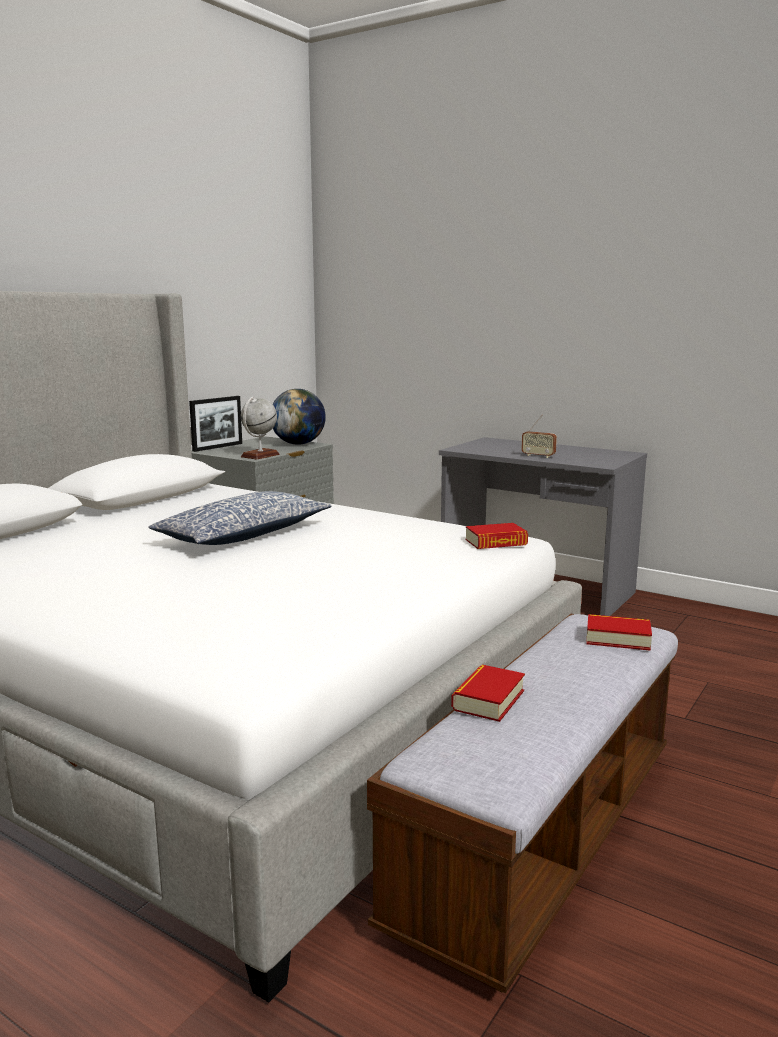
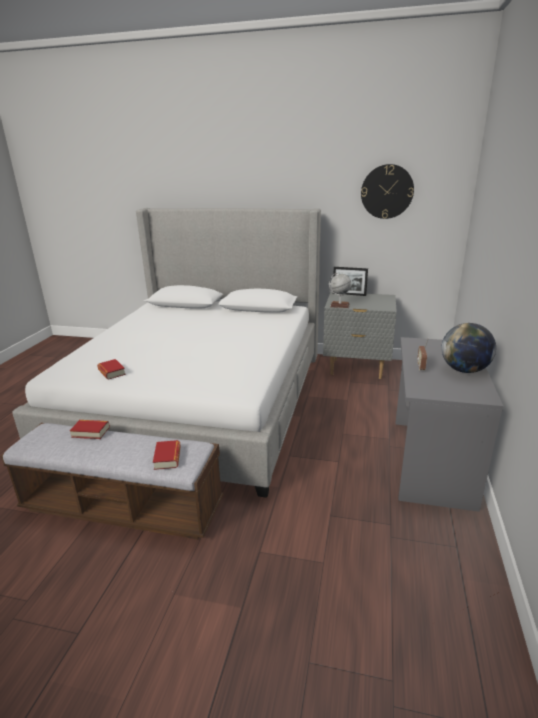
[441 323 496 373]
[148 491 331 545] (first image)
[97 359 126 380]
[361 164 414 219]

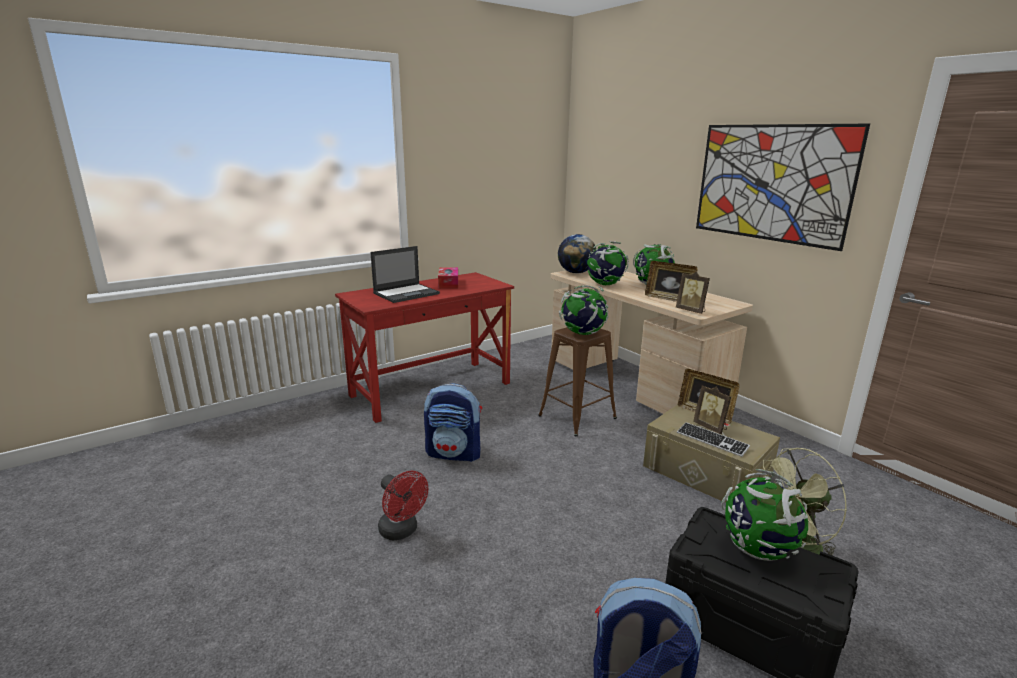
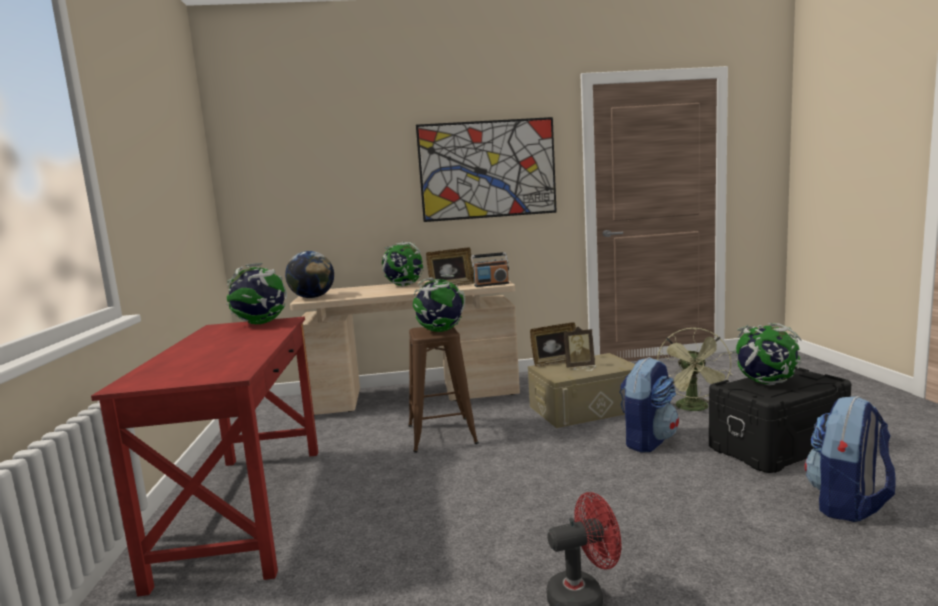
[226 263 287 324]
[370 246 440 303] (first image)
[438 267 458 289] (first image)
[471 252 509 287]
[619 357 679 453]
[677 422 750 457] (first image)

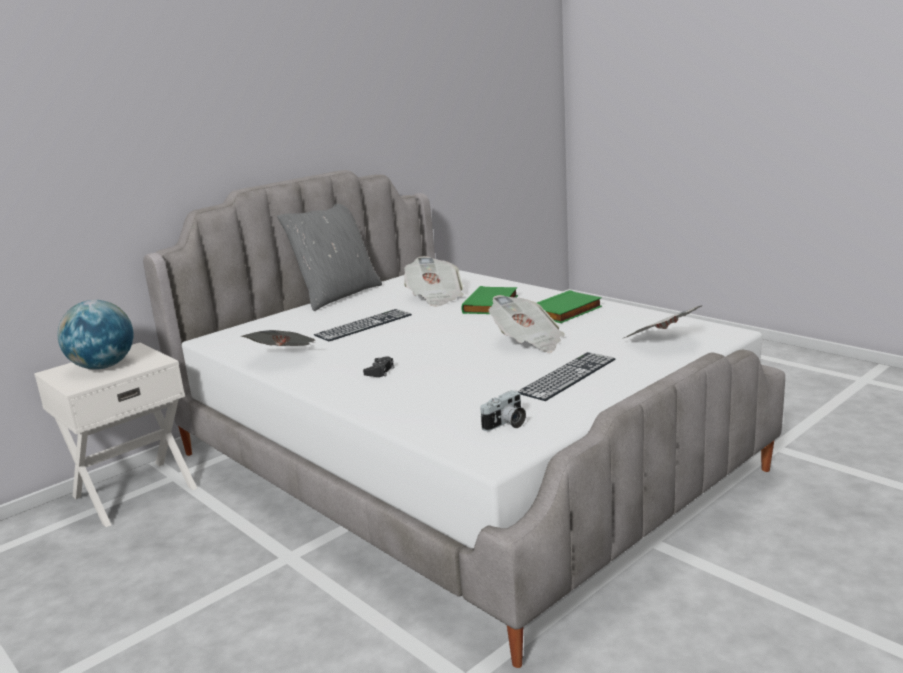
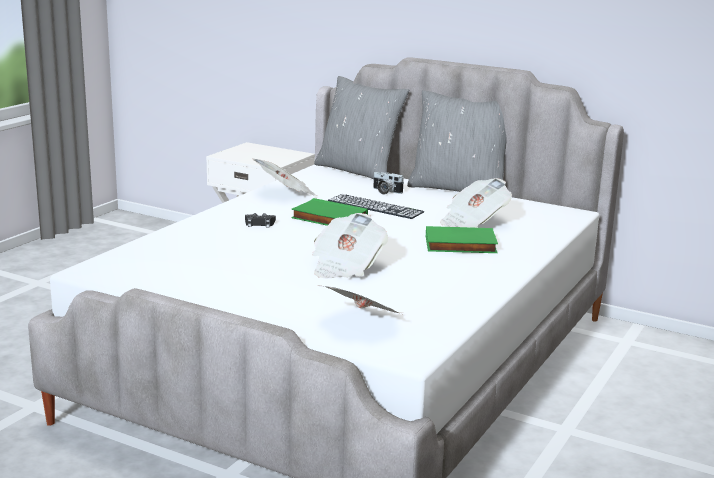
[291 198 368 226]
[57 300 133 370] (first image)
[518 352 615 401] (first image)
[373 172 404 195]
[314 76 409 179]

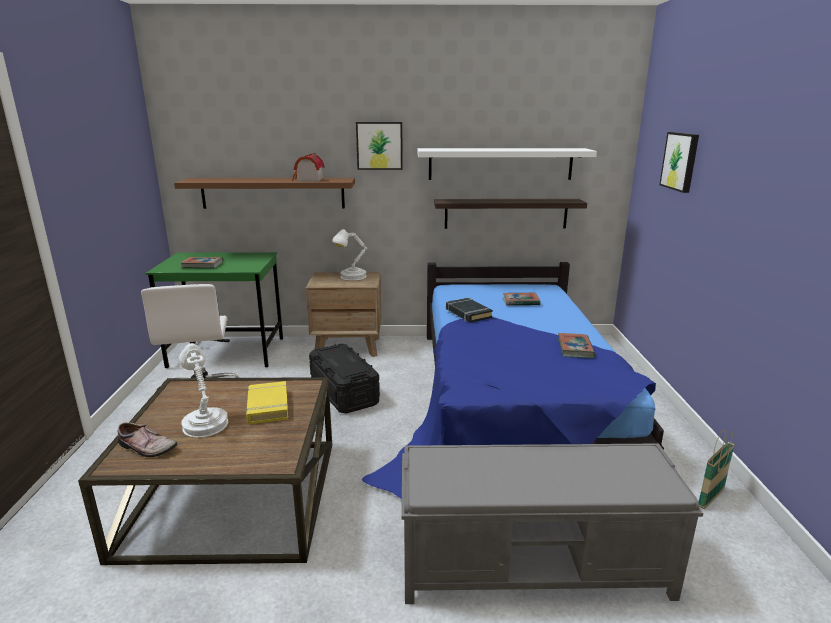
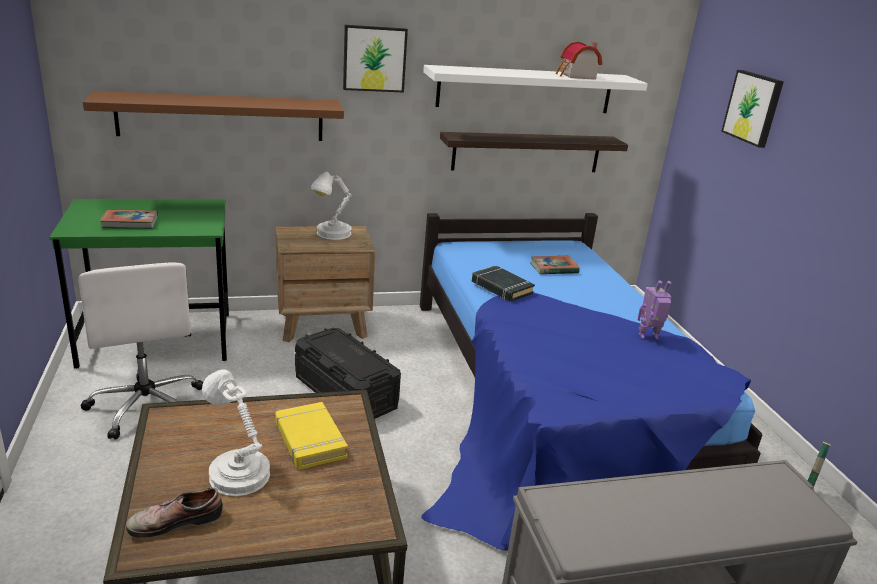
[556 42 602 80]
[638 281 671 339]
[126 487 223 538]

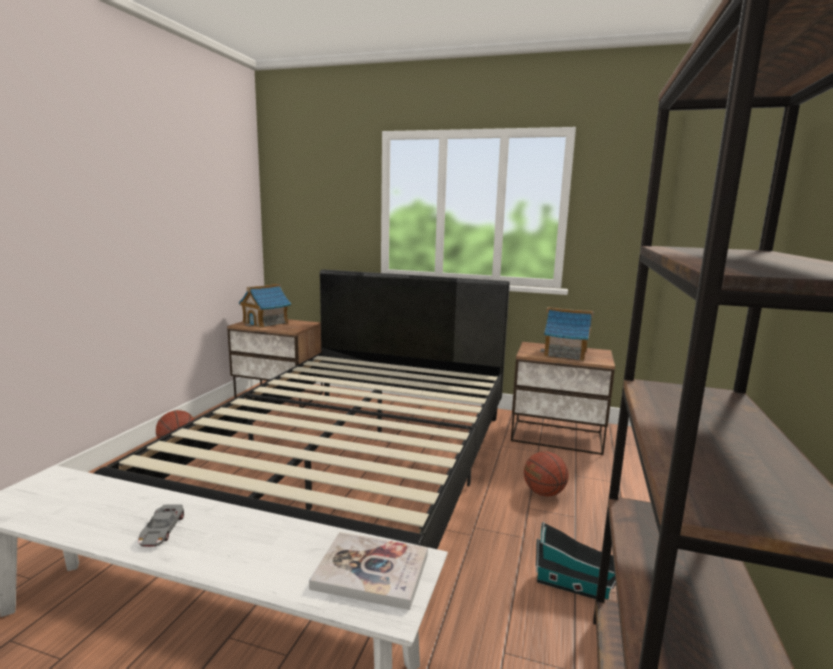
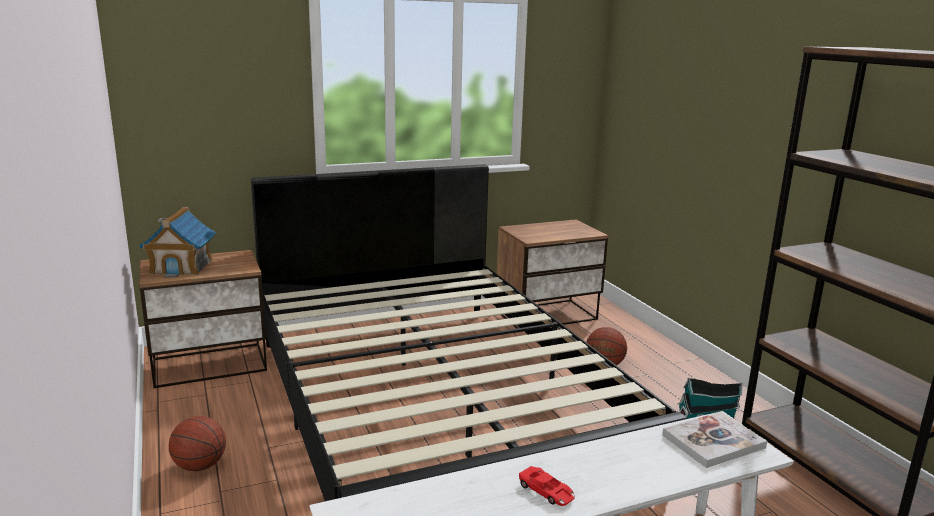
[540 307 594 361] (first image)
[519 466 575 506]

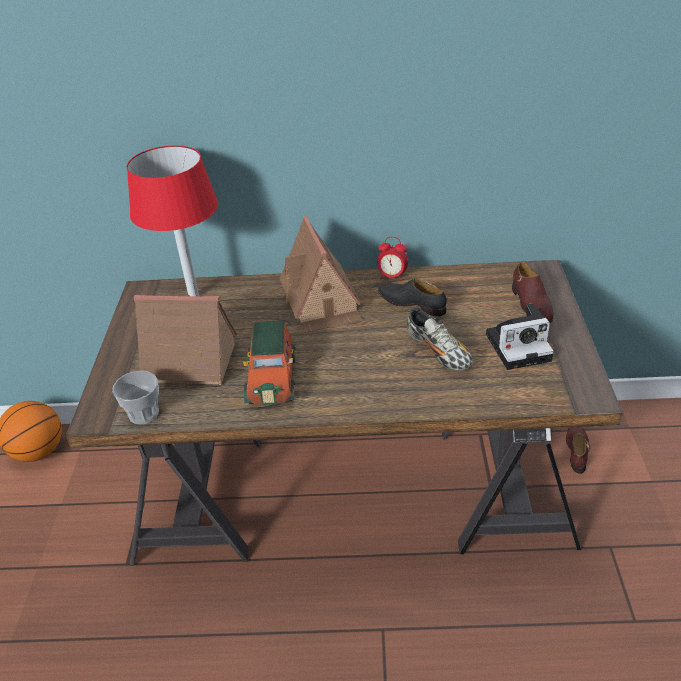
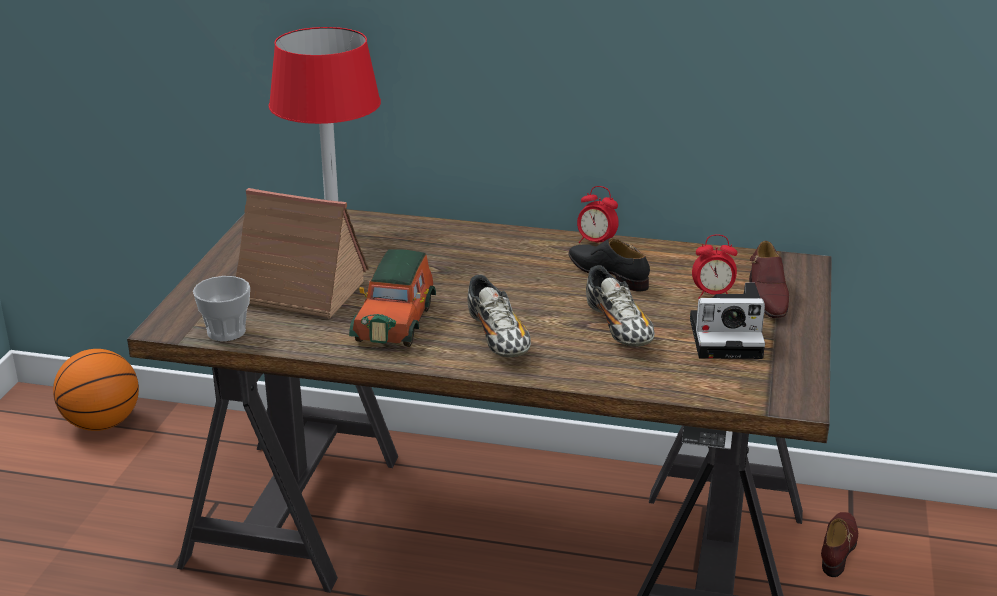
[279 215 362 333] (first image)
[692 234 737 299]
[468 275 531 358]

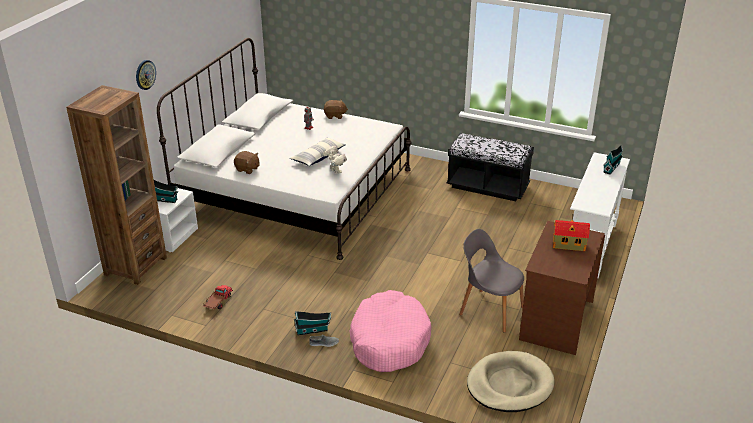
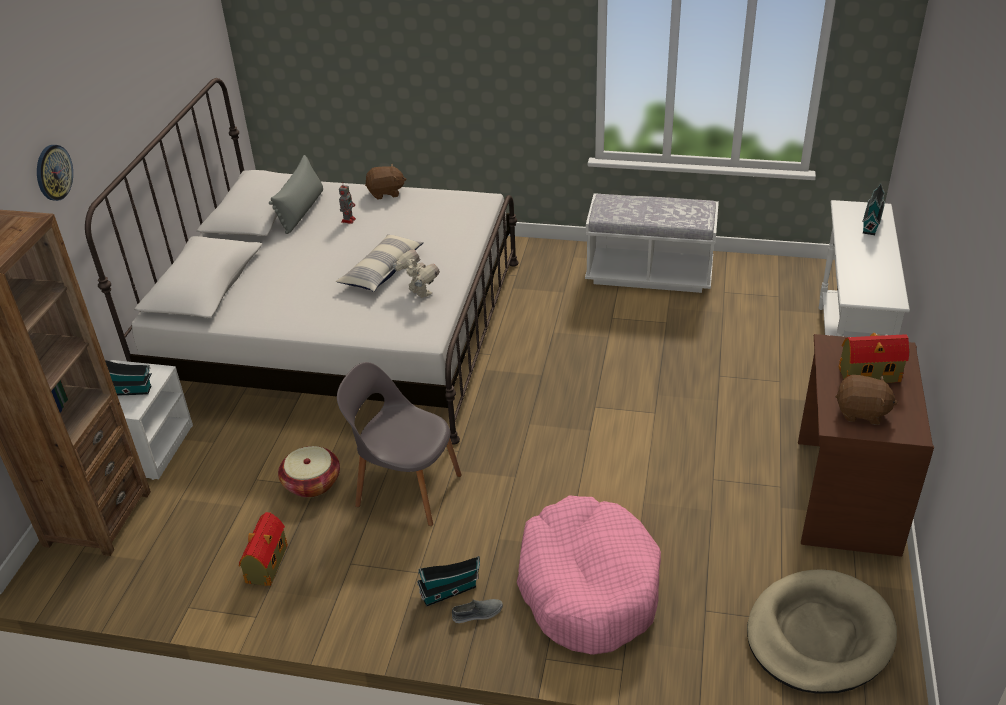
[585 193 719 293]
[835 375 898 425]
[337 362 462 526]
[239 512 288 586]
[269 155 323 234]
[278 446 340 498]

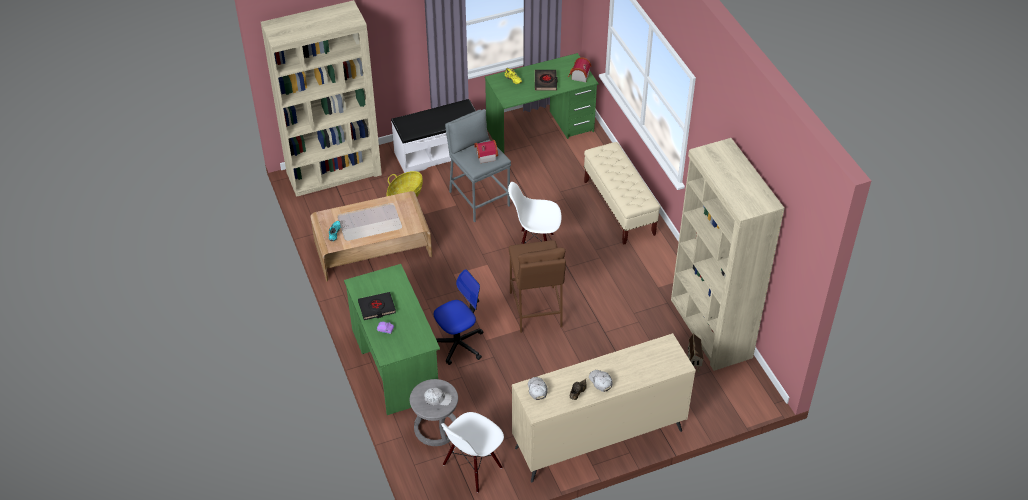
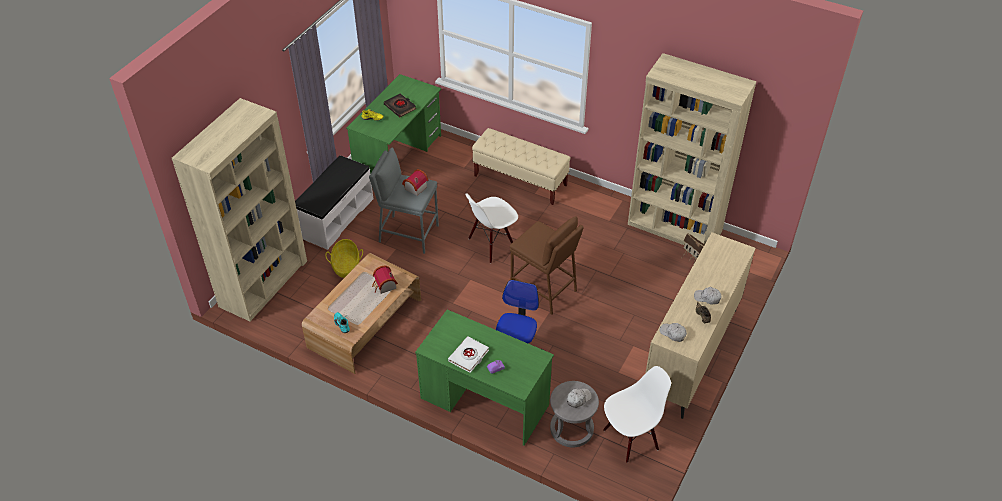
[372 265 398 294]
[448 336 489 373]
[603 366 671 463]

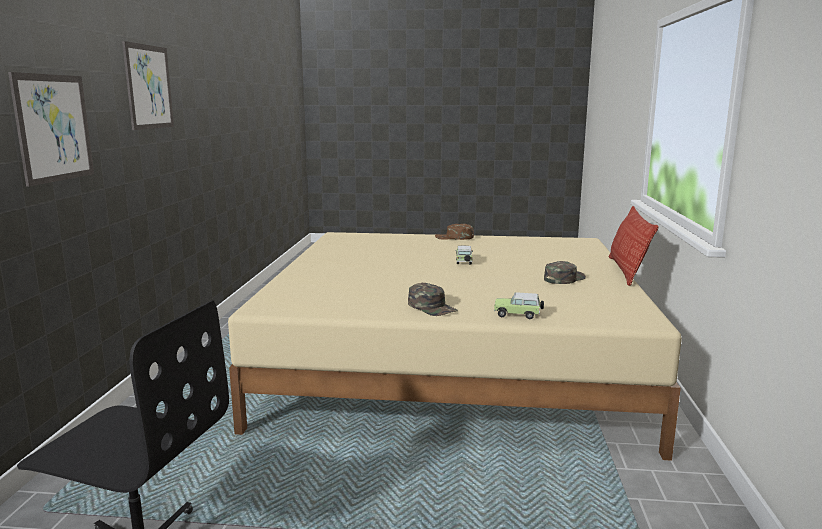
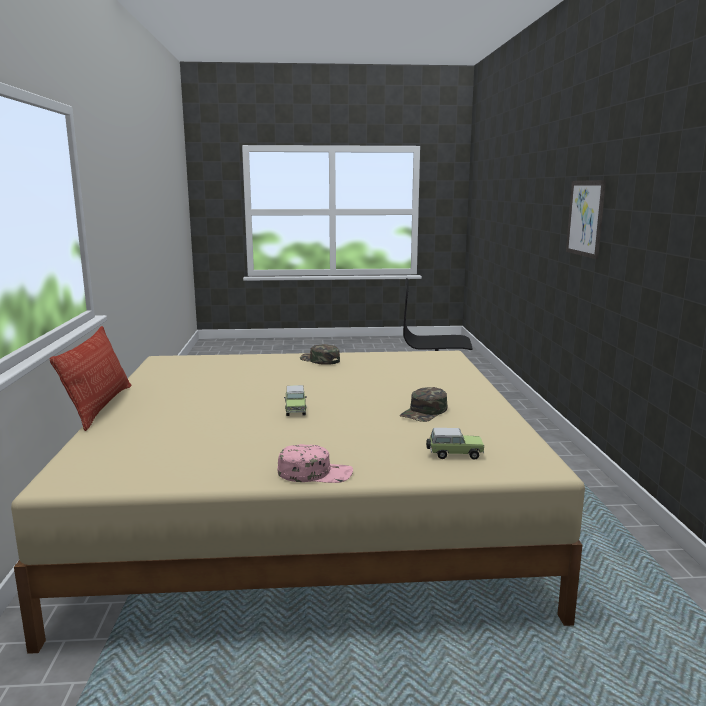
[122 41 174 130] (first image)
[277 444 353 483]
[400 387 447 422]
[426 428 484 460]

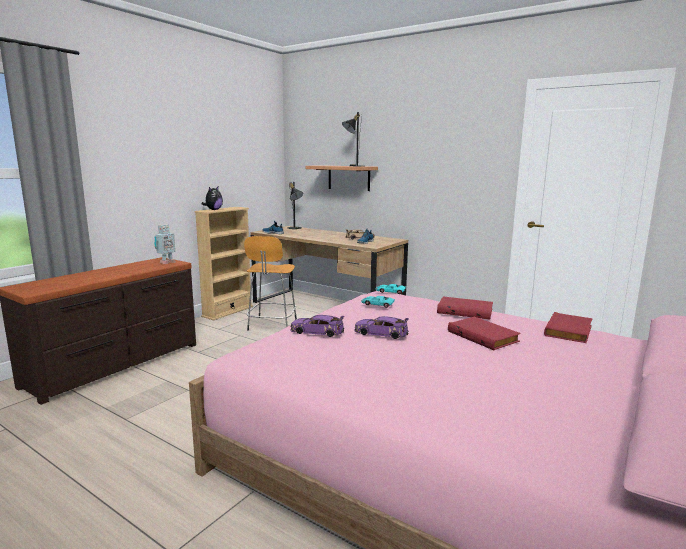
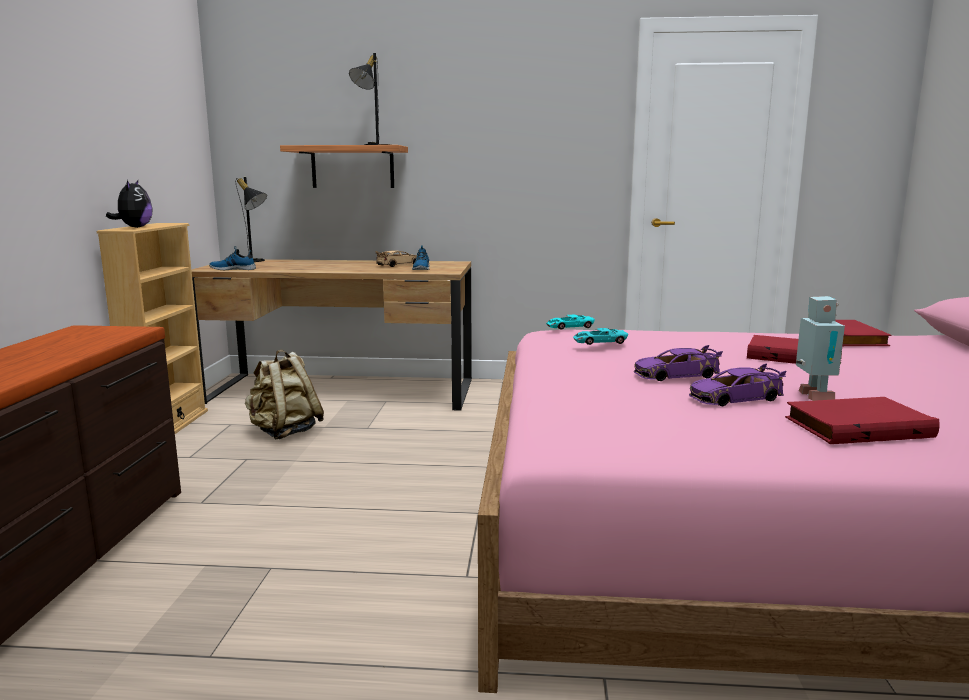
[796 296 845 401]
[245 350 324 440]
[785 397 940 444]
[689 363 787 406]

